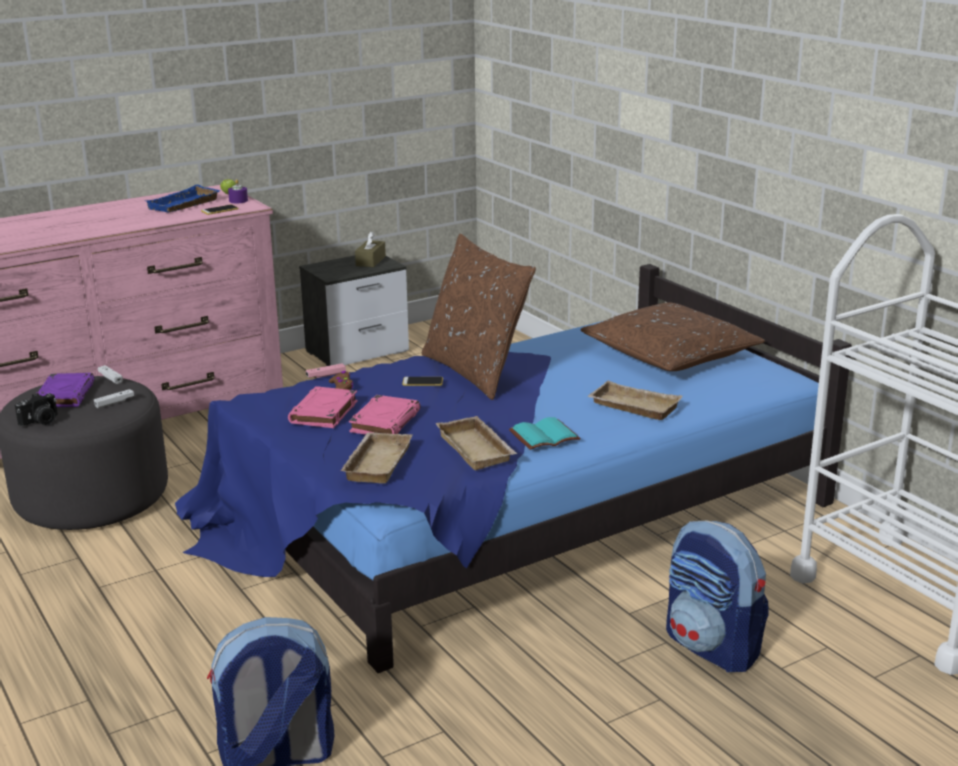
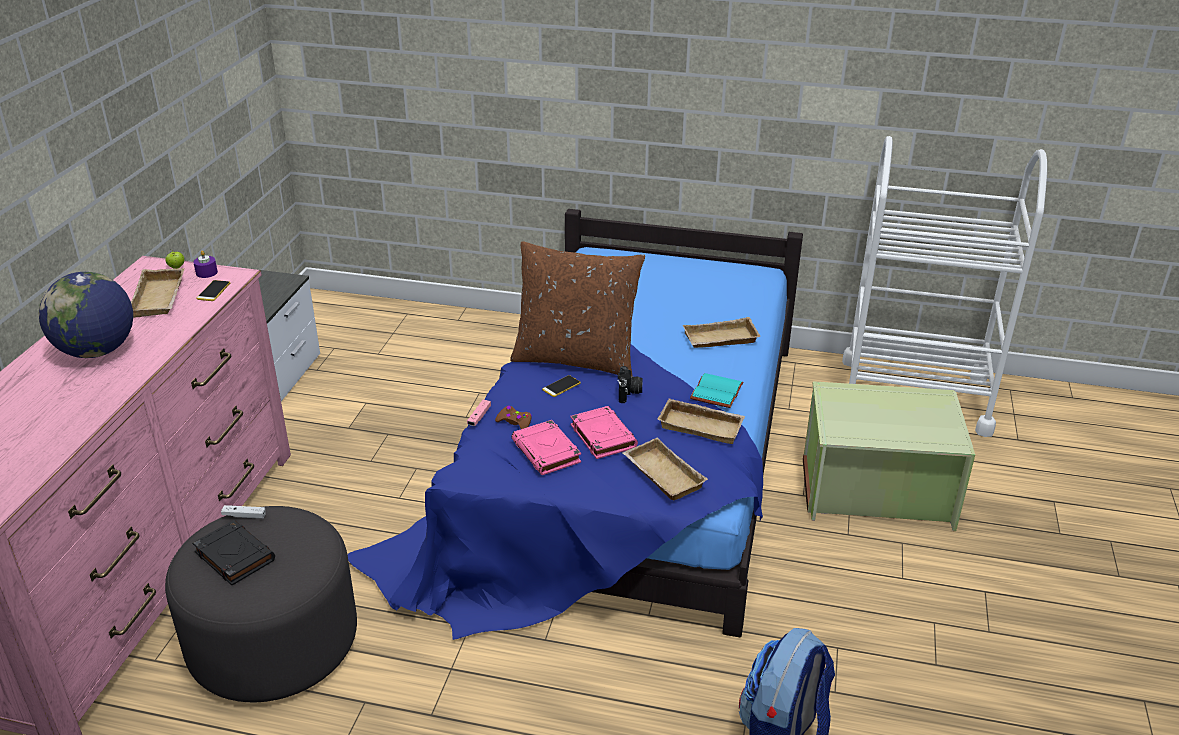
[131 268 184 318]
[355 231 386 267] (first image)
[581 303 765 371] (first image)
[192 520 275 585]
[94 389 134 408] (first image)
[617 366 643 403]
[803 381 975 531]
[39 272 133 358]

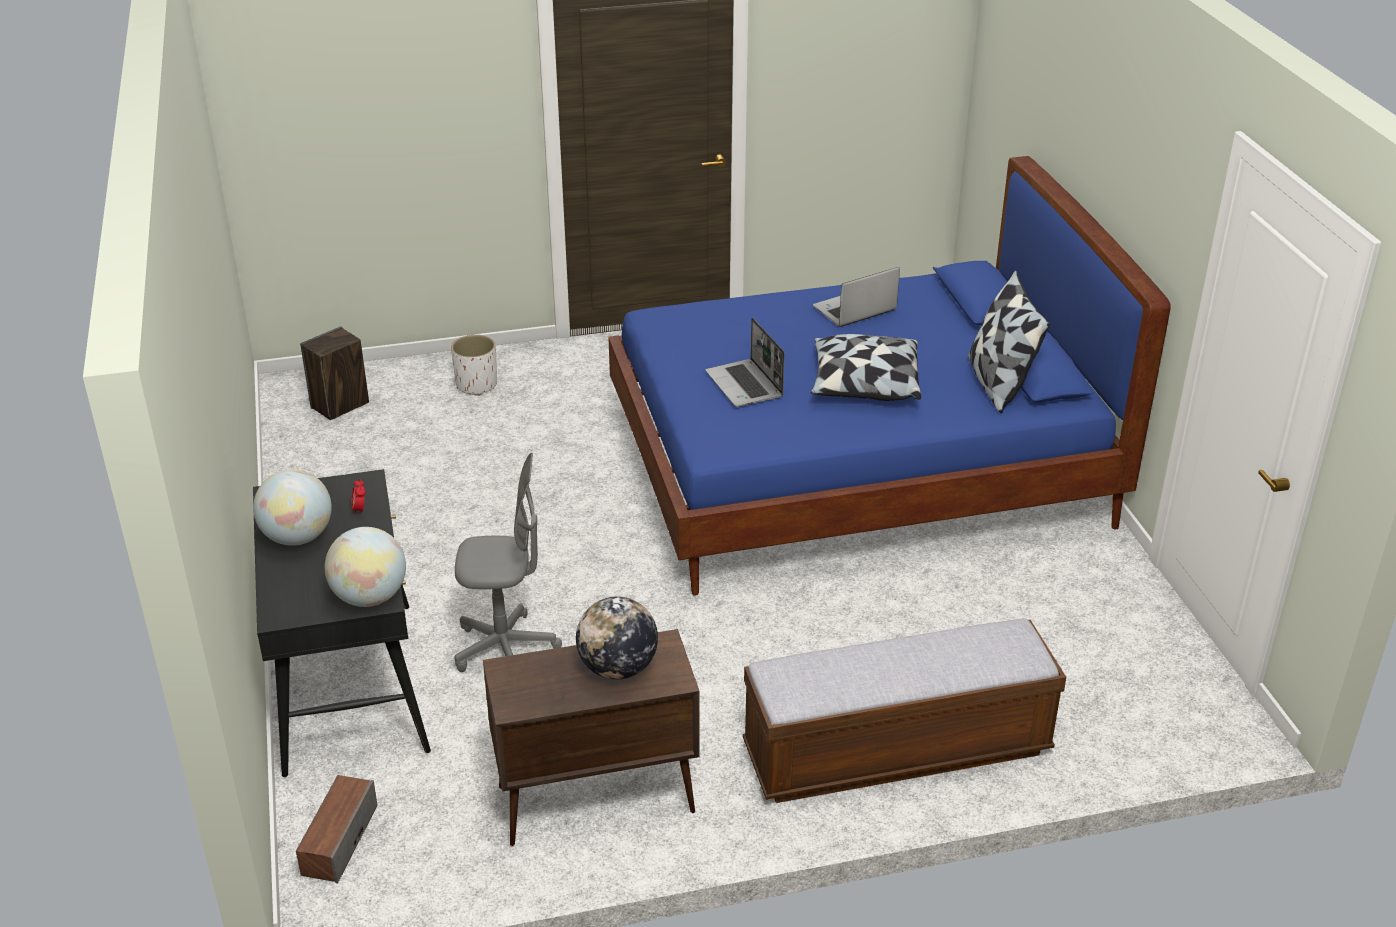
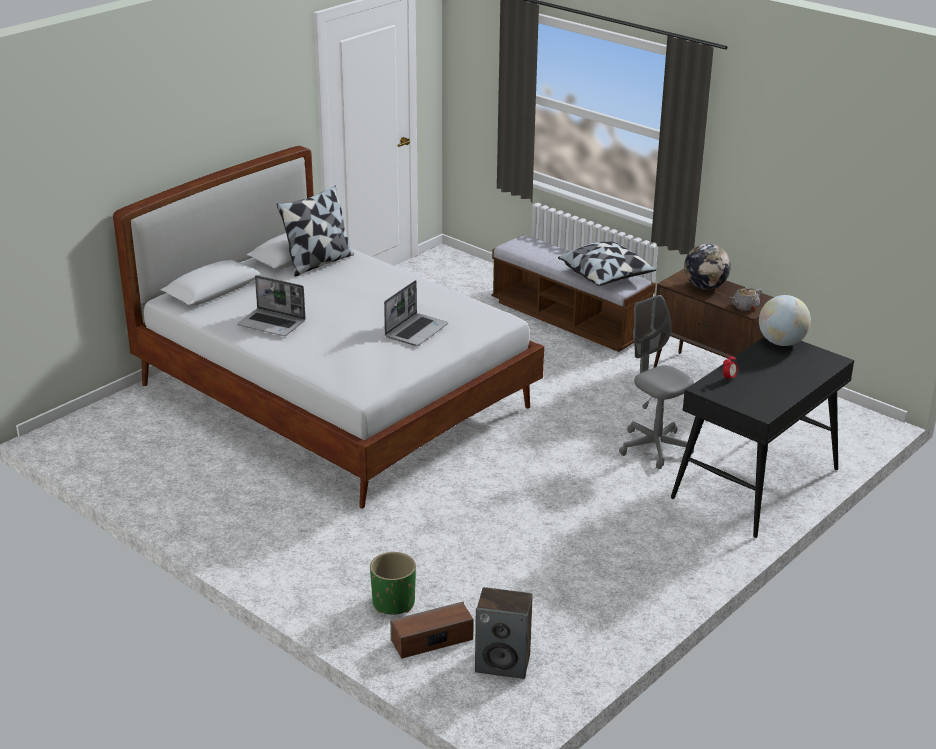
[113 146 544 509]
[558 241 656 286]
[370 552 416 615]
[253 469 332 546] (first image)
[390 601 474 659]
[730 287 762 311]

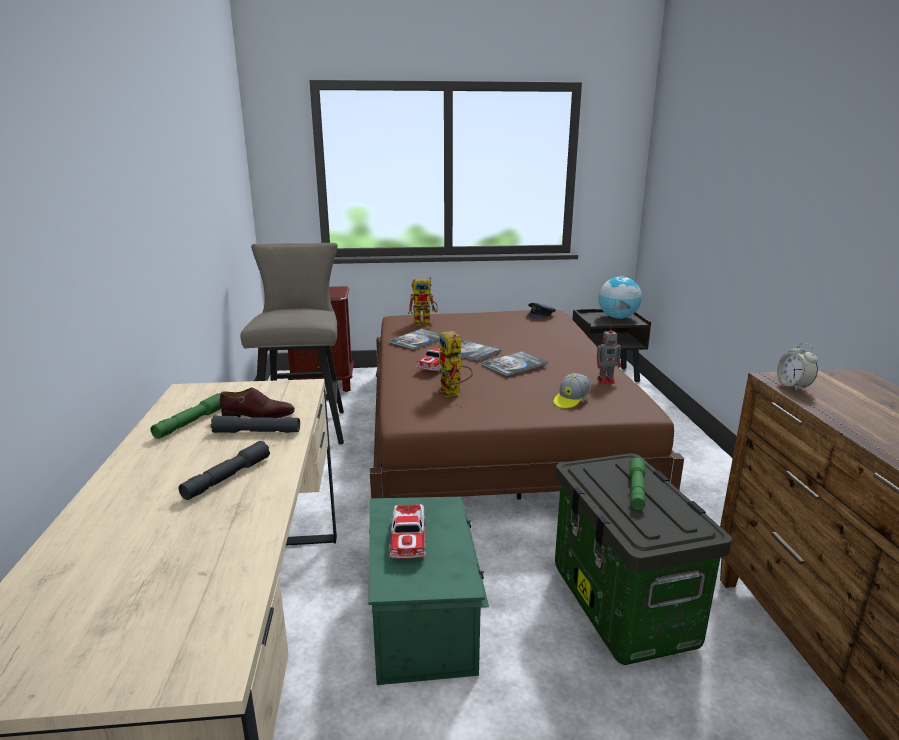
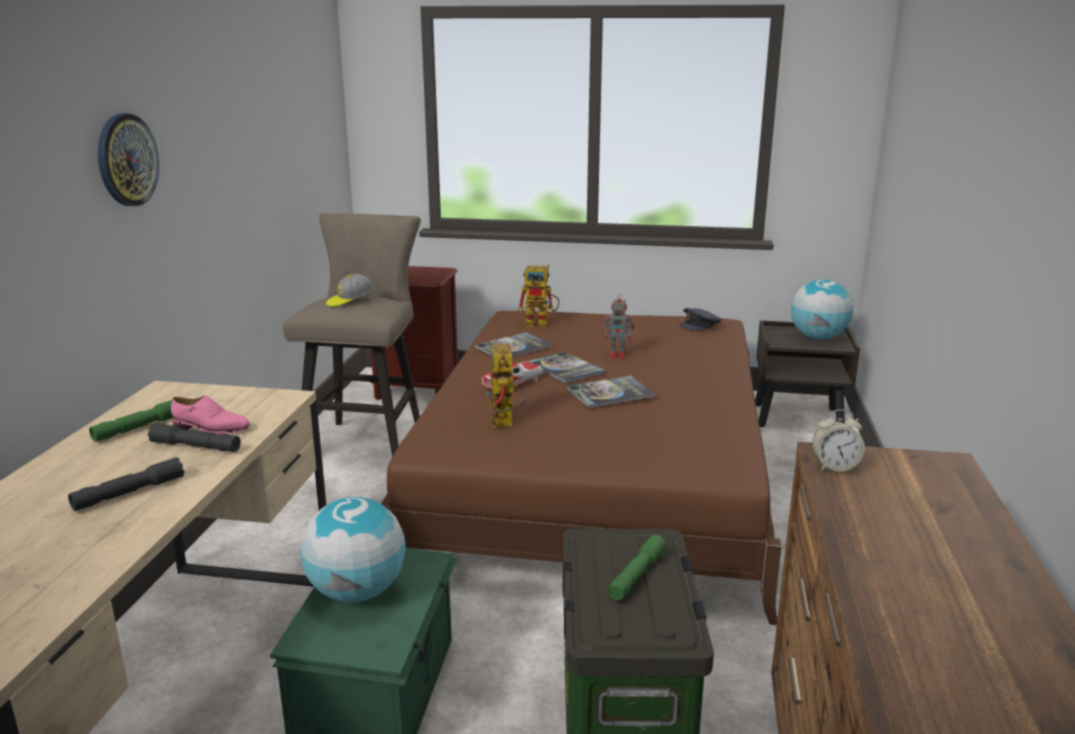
[605 293 634 359]
[812 409 865 472]
[326 274 373 307]
[171 395 250 434]
[300 497 406 602]
[98 113 159 206]

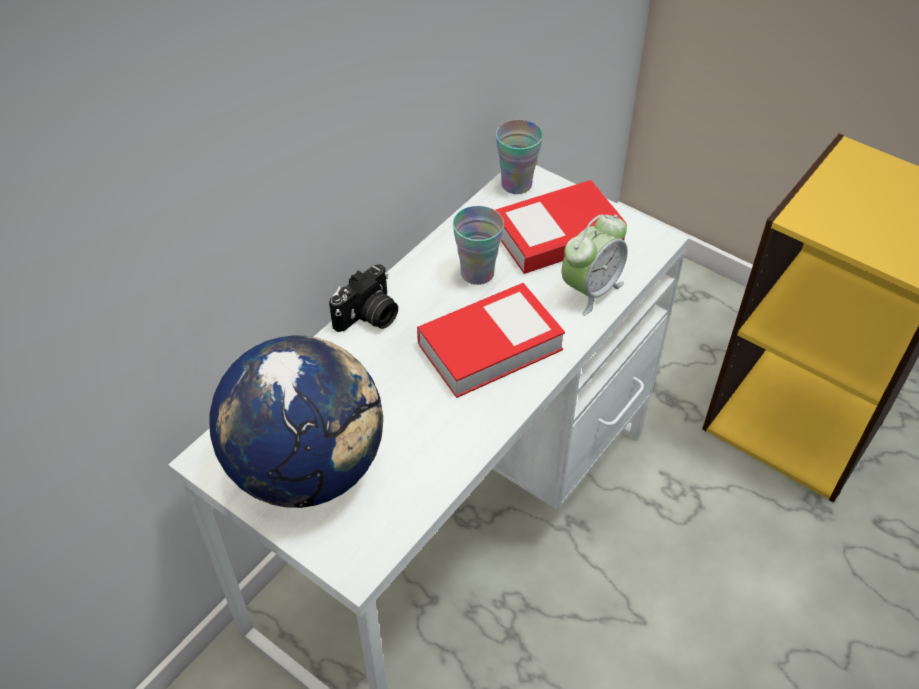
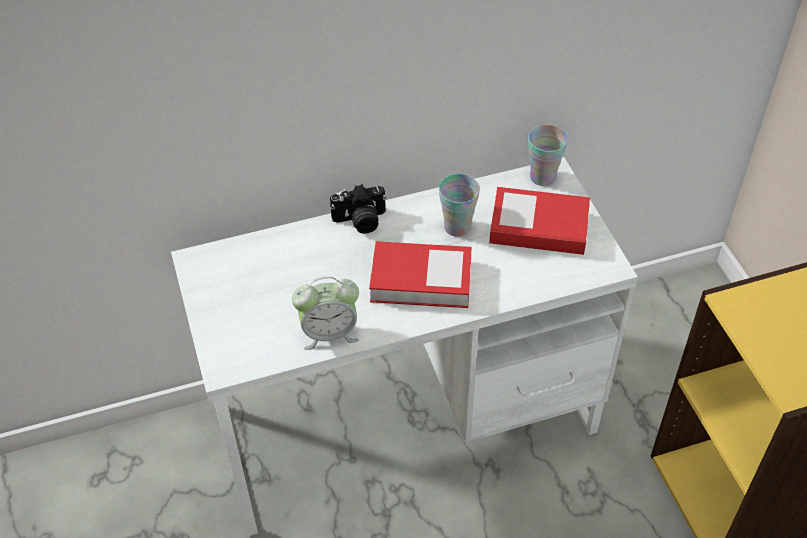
[292 277 359 350]
[209 336 383 508] (first image)

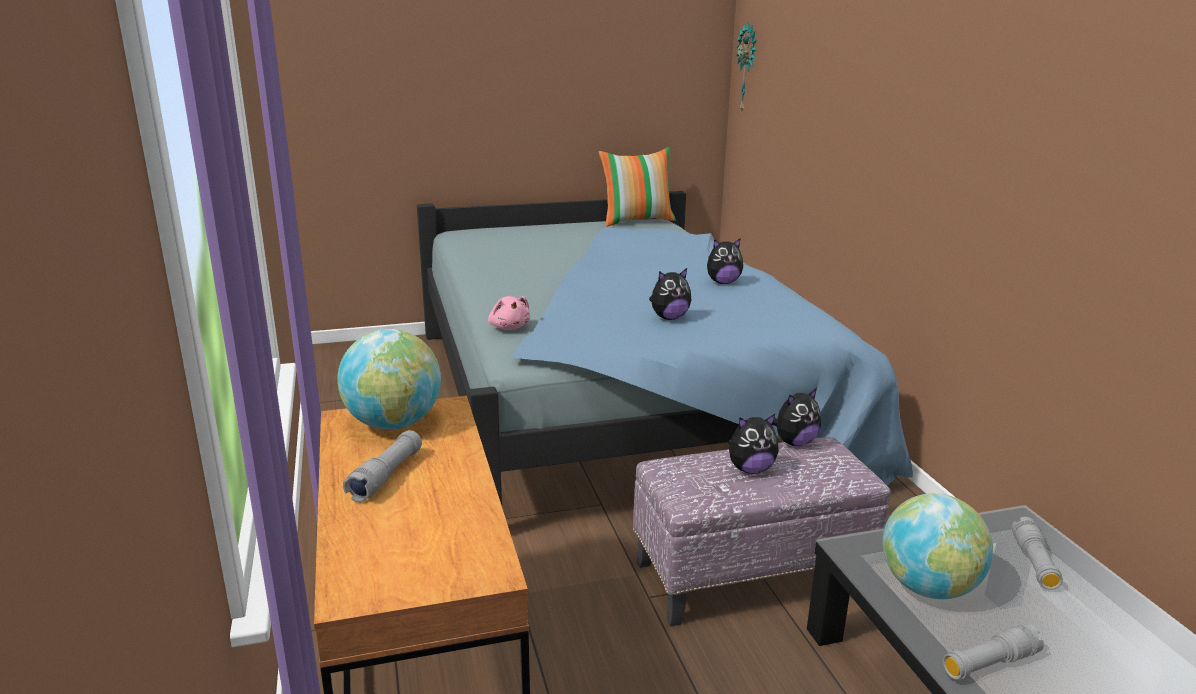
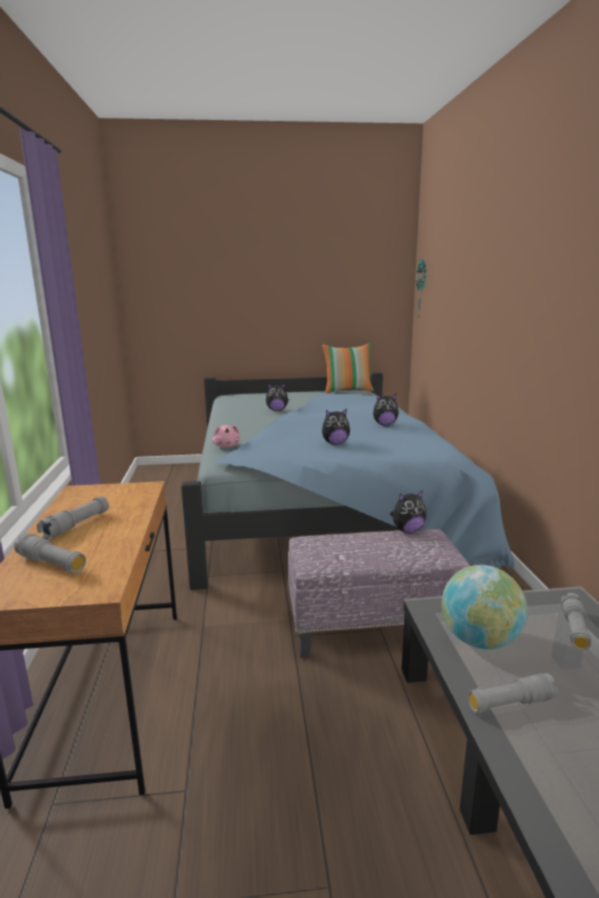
[337 329 441 430] (first image)
[266 383 289 411]
[14 533 86 573]

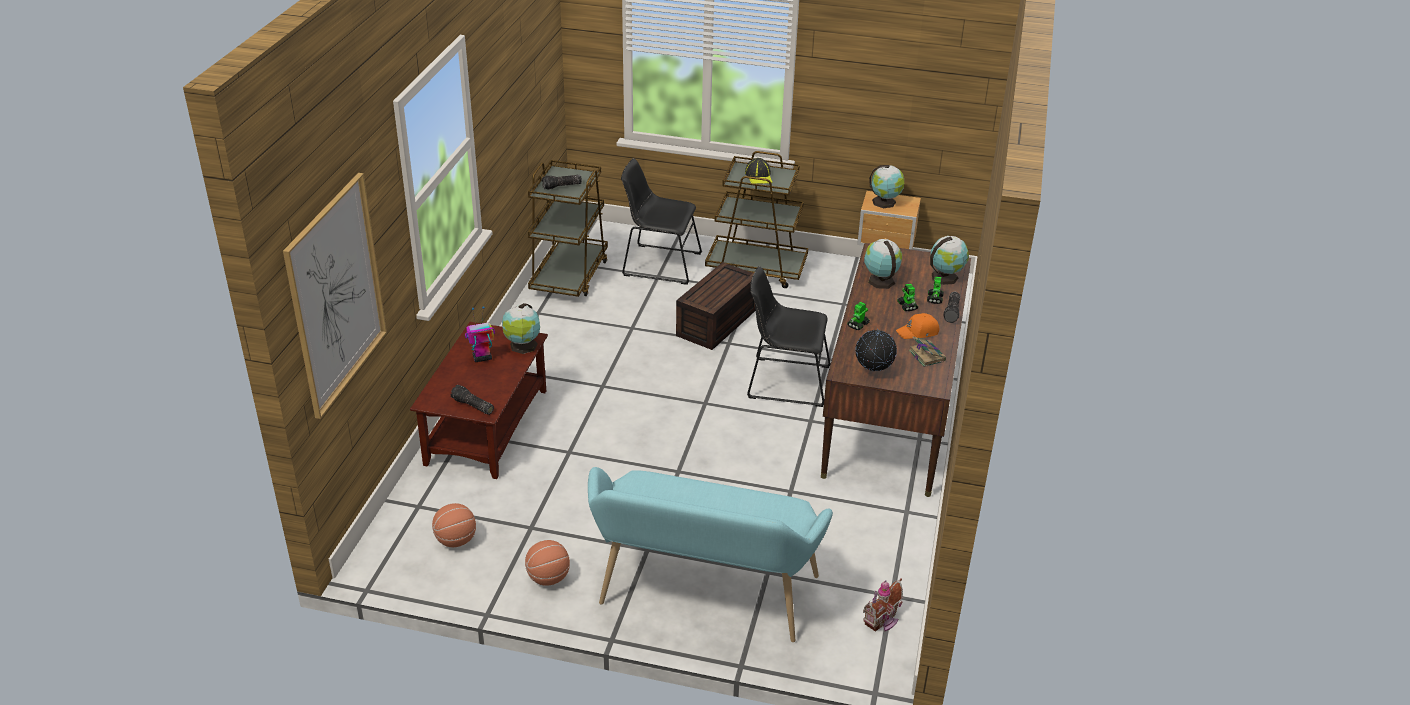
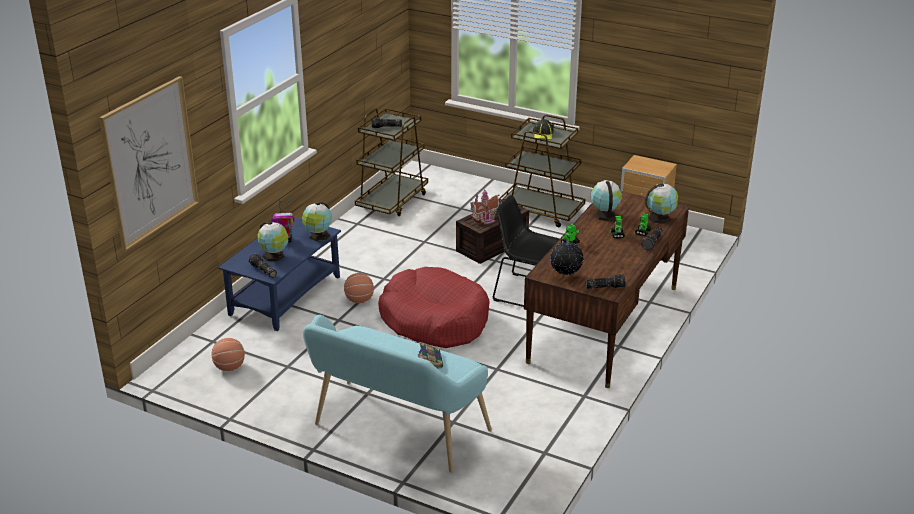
[621 158 702 285] (first image)
[258 222 288 261]
[896 313 939 339] (first image)
[218 217 341 331]
[418 343 443 368]
[344 273 374 303]
[470 191 500 225]
[378 267 490 348]
[586 274 626 289]

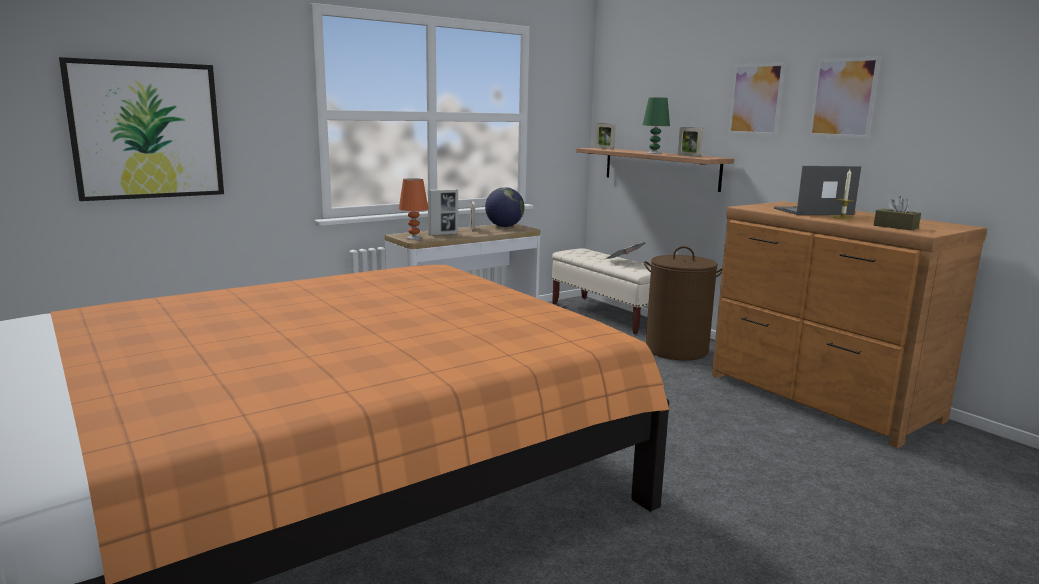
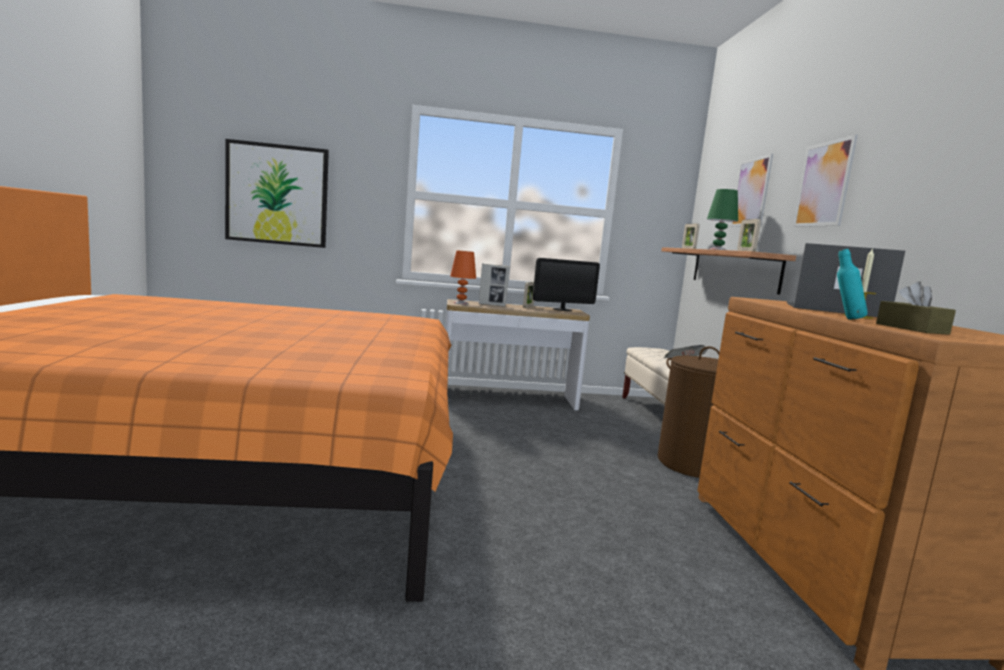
[730 154 773 227]
[533 258 600 311]
[837 249 867 320]

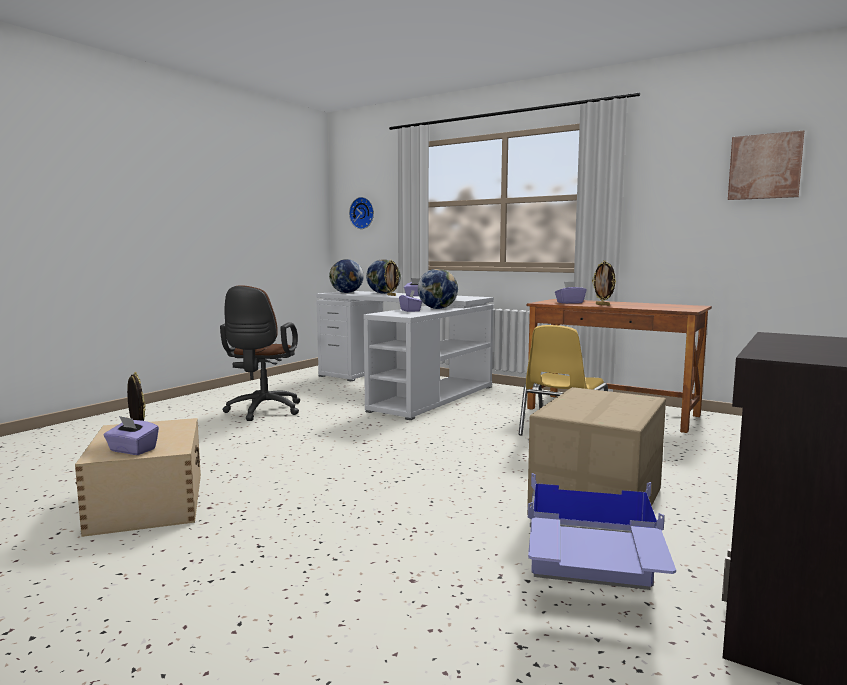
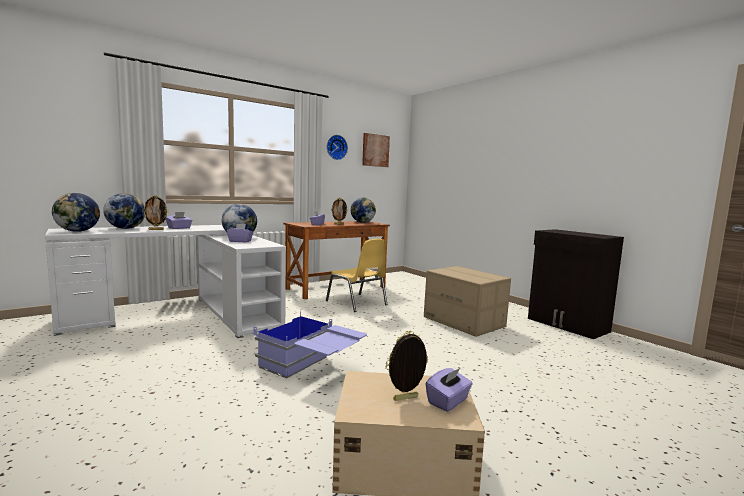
[327 135 348 160]
[220 285 300 421] (first image)
[253 311 367 378]
[351 198 376 223]

